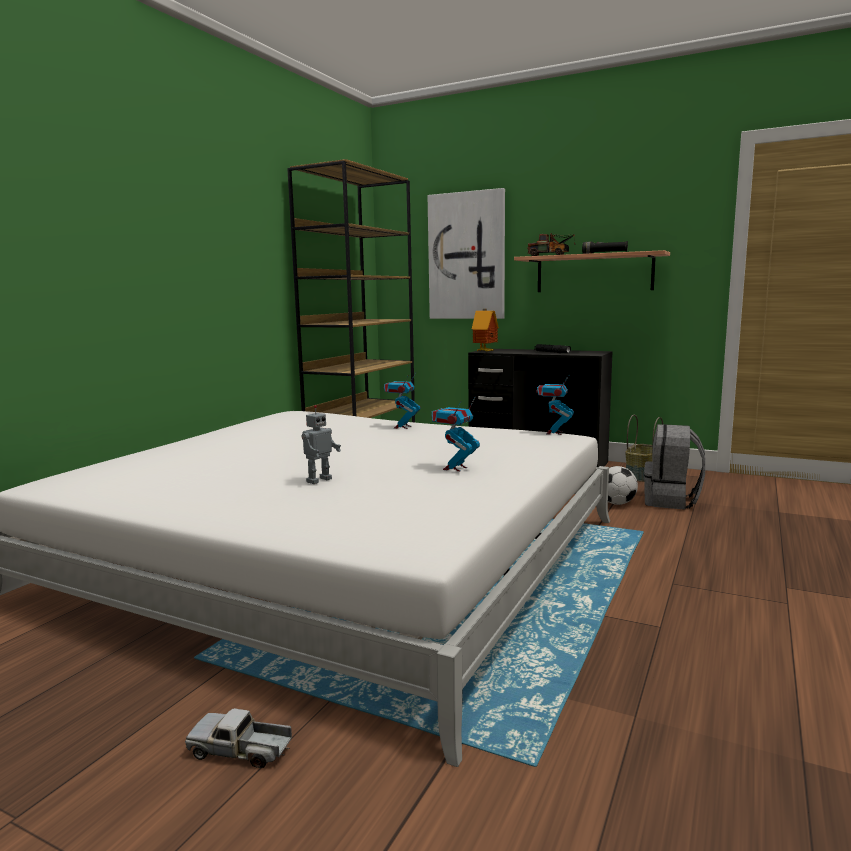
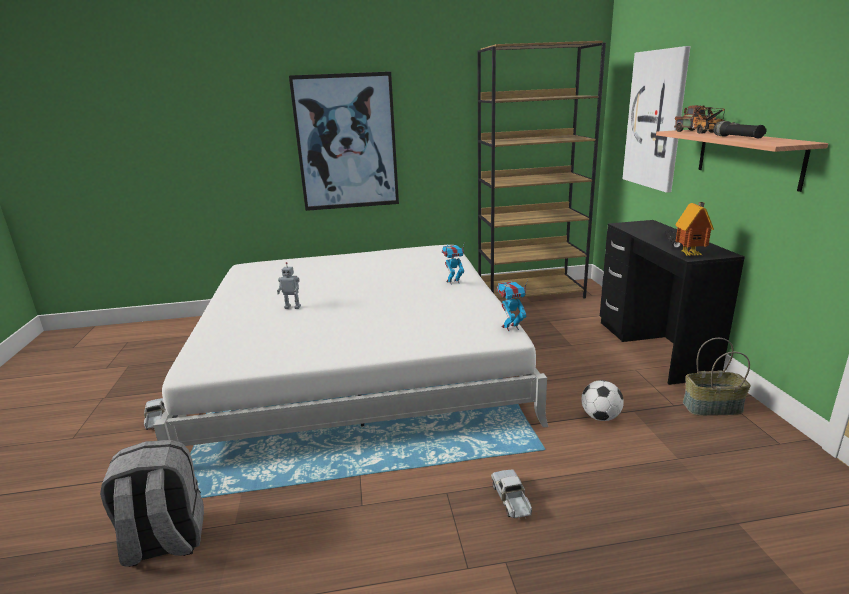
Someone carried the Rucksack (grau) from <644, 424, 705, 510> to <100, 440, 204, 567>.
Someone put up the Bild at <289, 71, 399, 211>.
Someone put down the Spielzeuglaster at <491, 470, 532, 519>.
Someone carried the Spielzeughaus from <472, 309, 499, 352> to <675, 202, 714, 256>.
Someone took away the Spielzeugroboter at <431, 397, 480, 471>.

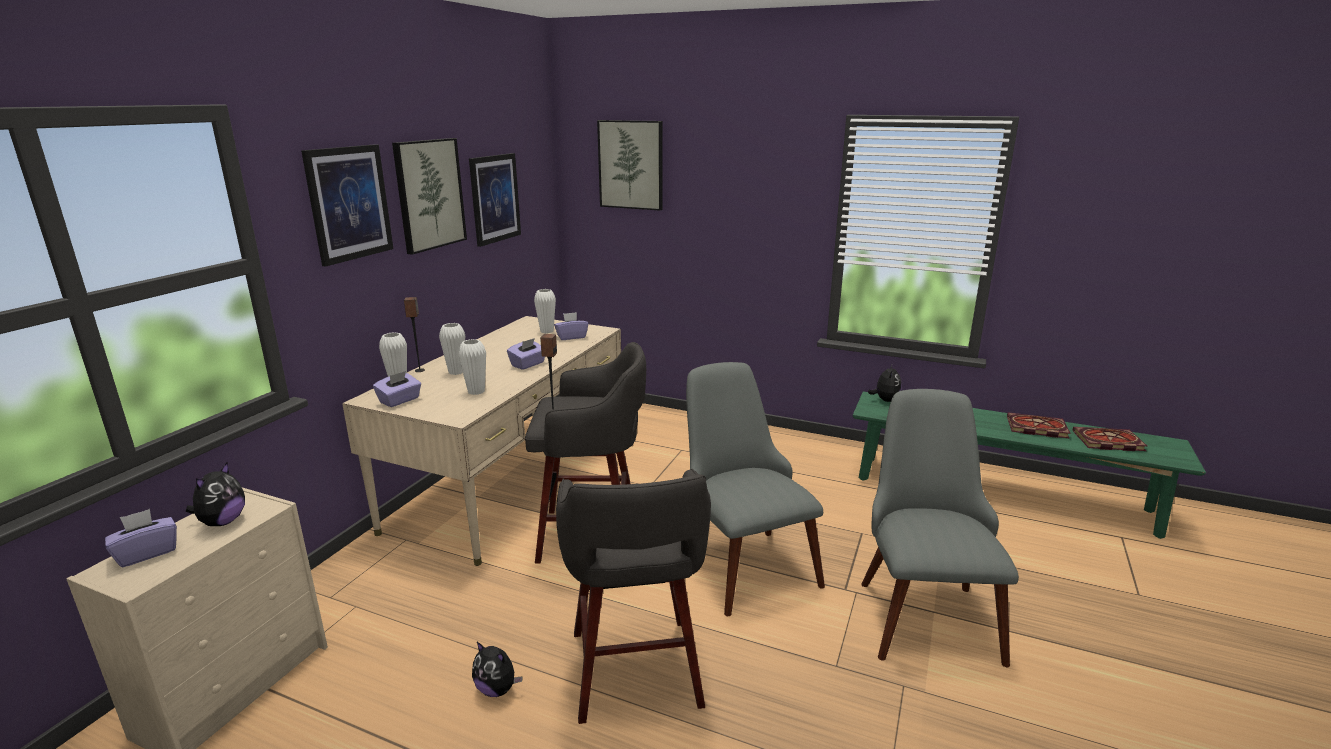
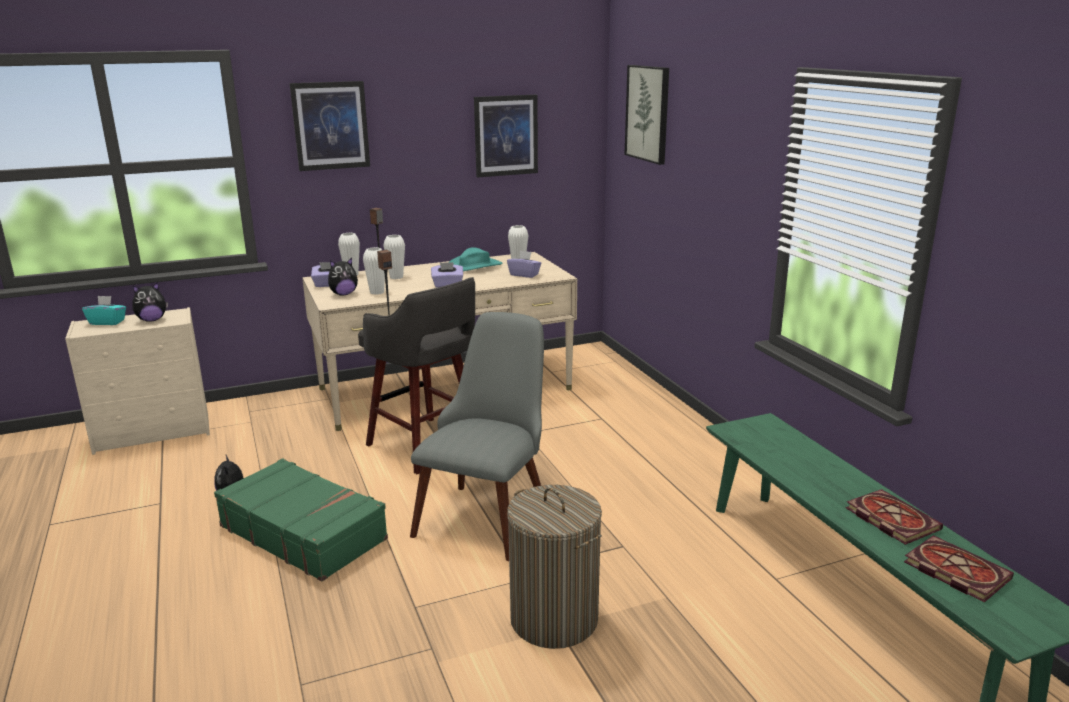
Someone repainted the Taschentuchbox (lila) at <105, 509, 177, 568>, which became the Taschentuchbox (türkis) at <82, 296, 126, 325>.
Someone swapped the Hocker (grau) at <556, 469, 711, 724> for the Koffer (grün) at <214, 459, 388, 582>.
Someone carried the Plüschtier from <868, 363, 902, 402> to <328, 258, 358, 295>.
Someone put down the Hut (türkis) at <448, 247, 503, 271>.
Someone swapped the Stuhl (grau) at <861, 389, 1019, 667> for the Wäschekorb at <507, 485, 602, 649>.
Someone took away the Bild at <392, 138, 467, 255>.

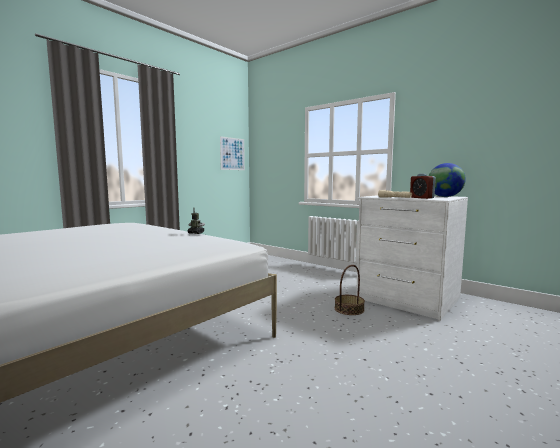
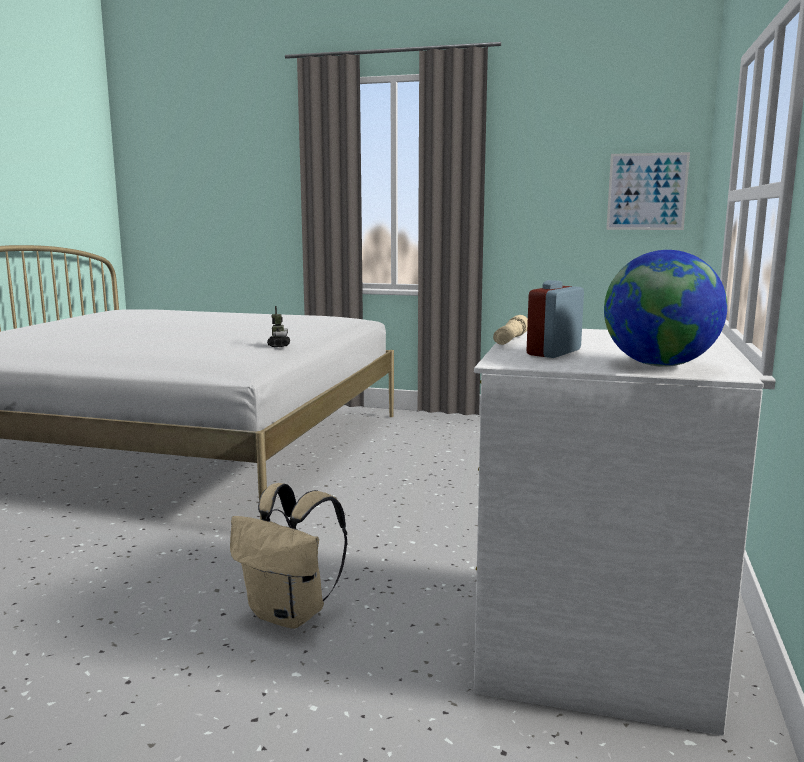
Someone put down the Rucksack (beige) at <230, 483, 347, 629>.
Someone took away the Korb at <335, 265, 365, 315>.

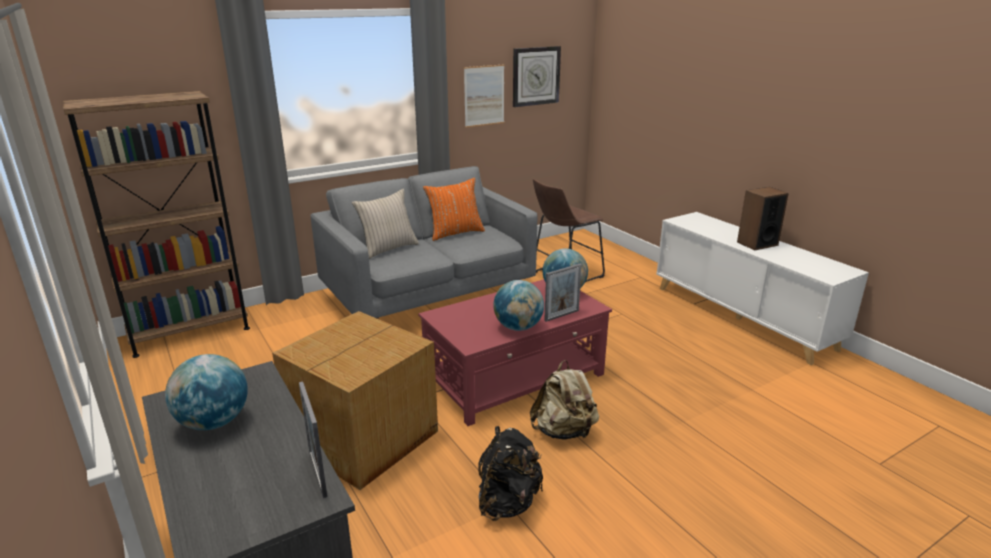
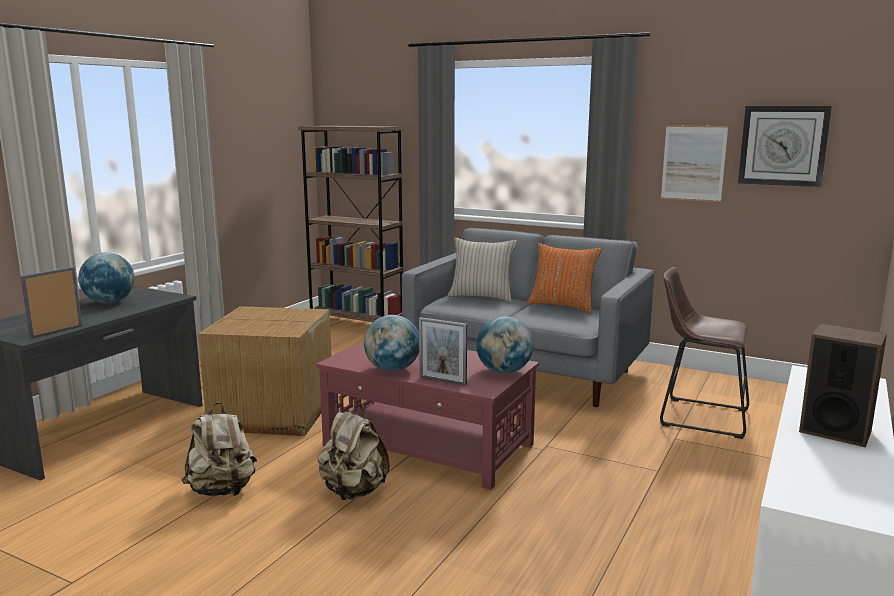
Someone repainted the Rucksack (schwarz) at <478, 426, 543, 521>, which became the Rucksack (beige) at <181, 402, 257, 496>.

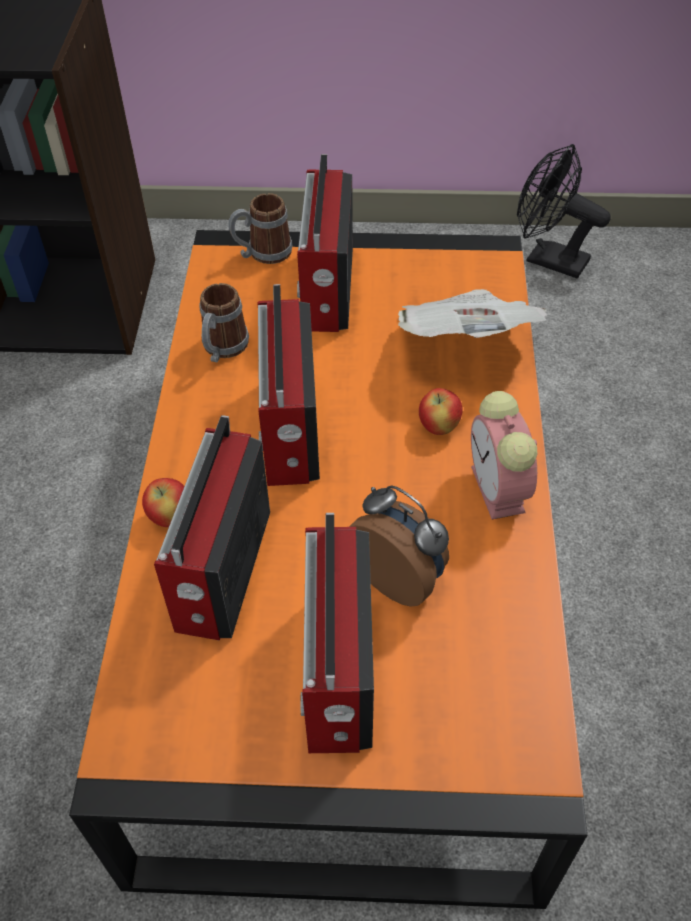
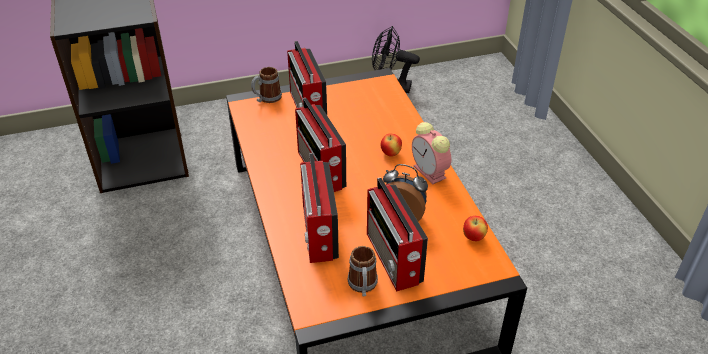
Someone carried the Henkelbecher from <199, 283, 249, 362> to <347, 246, 378, 296>.
Someone carried the Apfel from <142, 478, 184, 527> to <463, 216, 488, 241>.
Someone took away the Zeitung at <398, 289, 547, 338>.

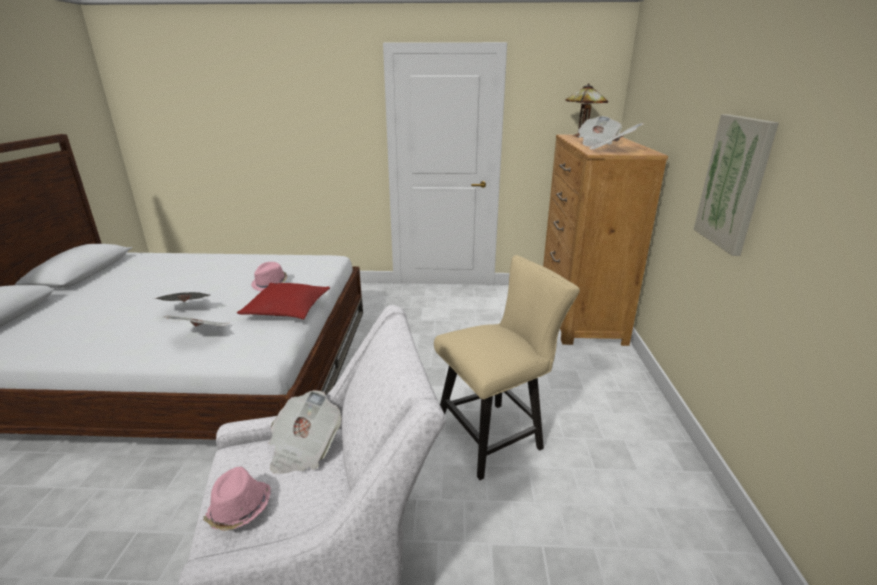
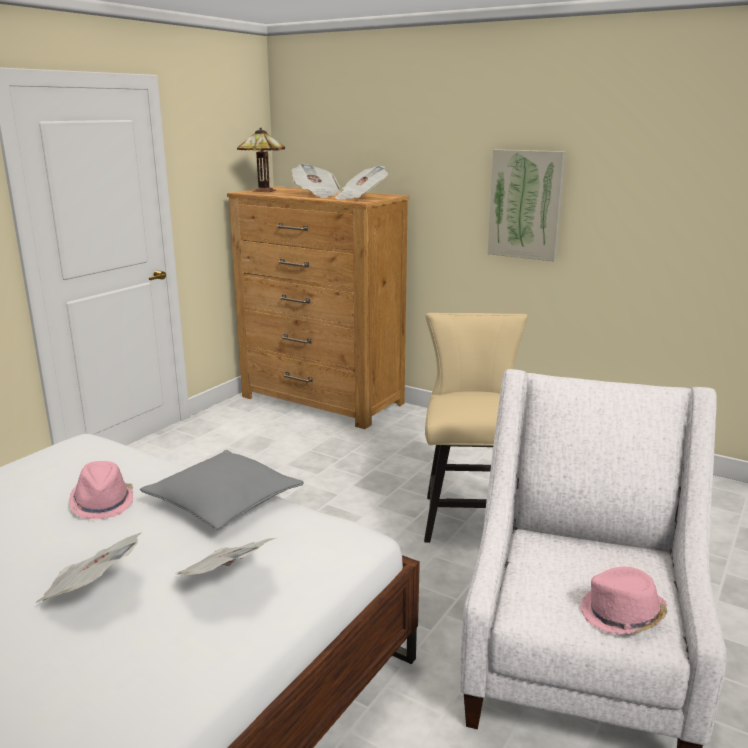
Someone repainted the Kissen (rot) at <237, 283, 330, 319>, which became the Kissen (grau) at <140, 450, 304, 530>.
Someone took away the Zeitung at <269, 390, 342, 474>.

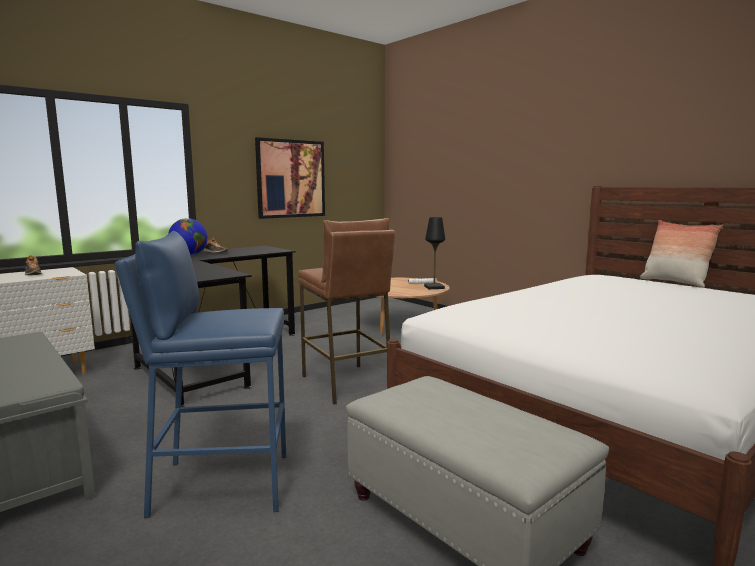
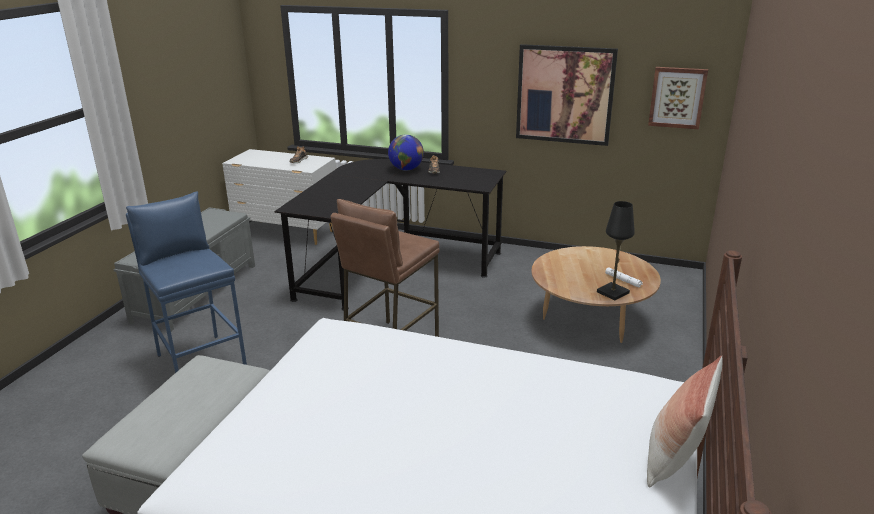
Someone put up the Bild at <648, 67, 708, 129>.

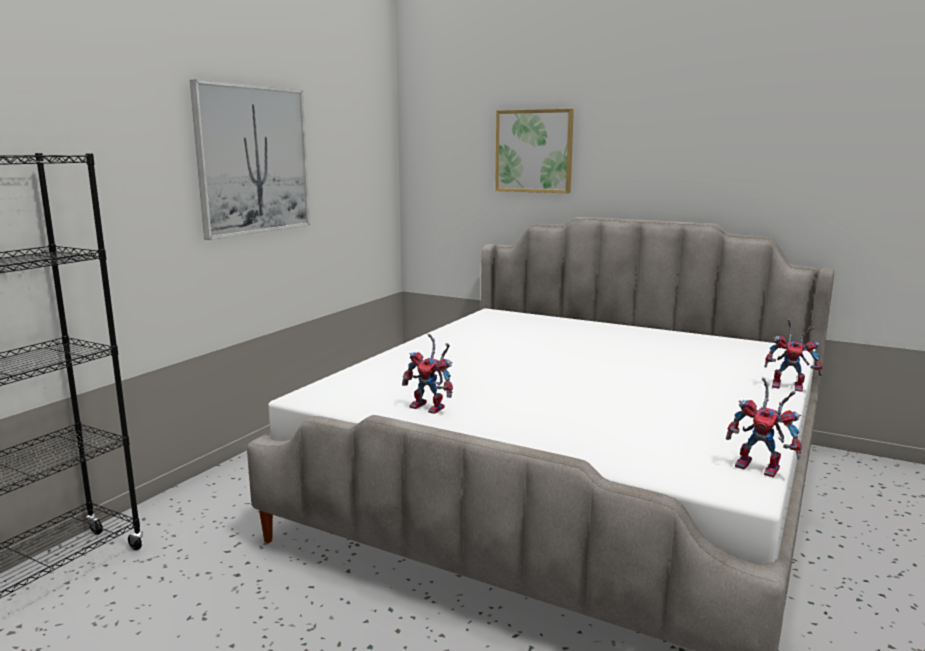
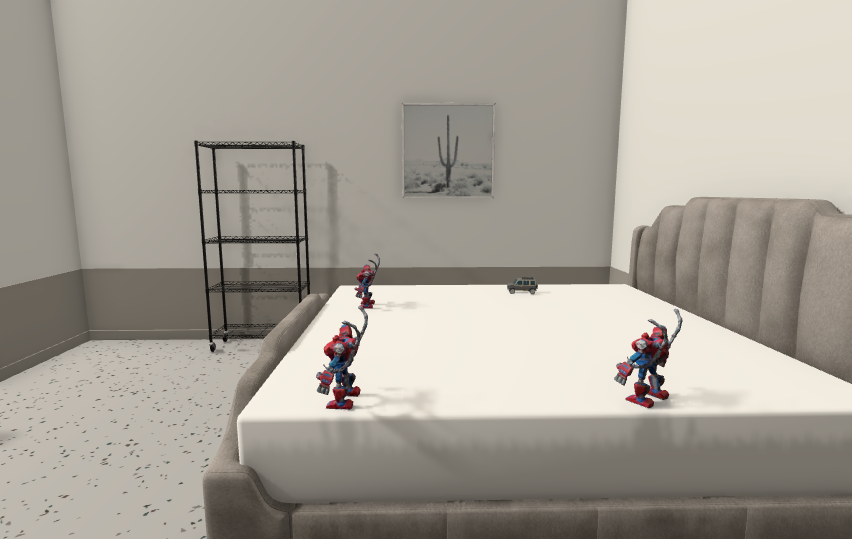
Someone put down the Spielzeugauto (grau) at <507, 277, 538, 294>.
Someone rotated the Spielzeugroboter at <764, 319, 822, 392> by 60 degrees clockwise.
Someone took away the Bild at <495, 109, 574, 193>.

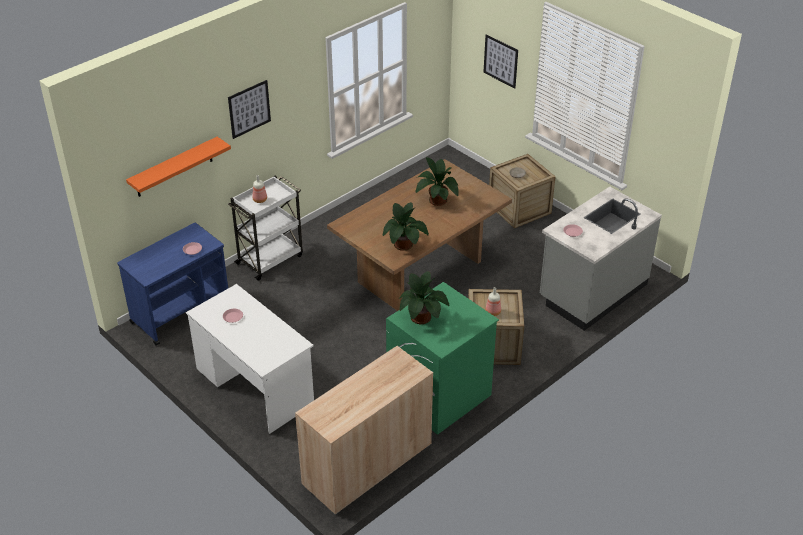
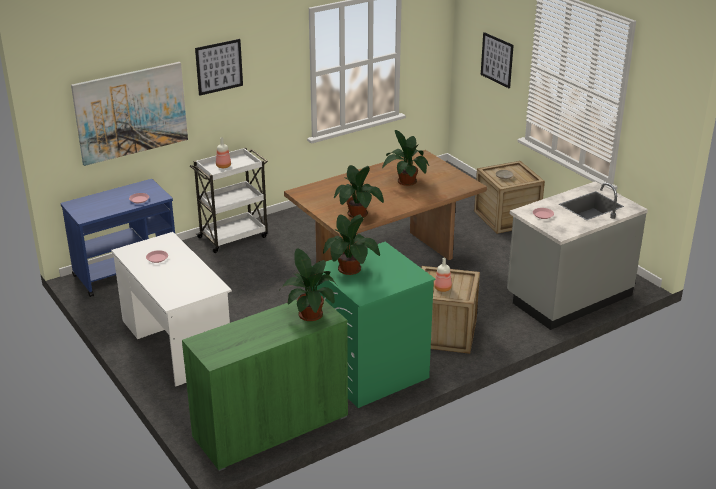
Someone swapped the Wandregal (orange) at <126, 137, 231, 197> for the Bild at <71, 62, 188, 166>.
Someone repainted the Schrank (beige) at <295, 346, 433, 515>, which became the Schrank (grün) at <182, 300, 348, 471>.
Someone put down the Topfpflanze at <280, 248, 337, 321>.

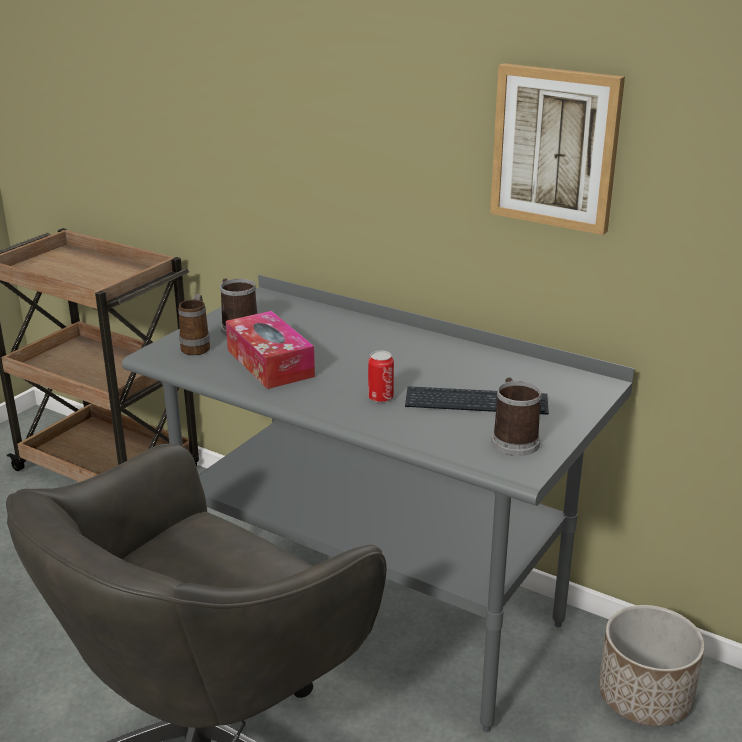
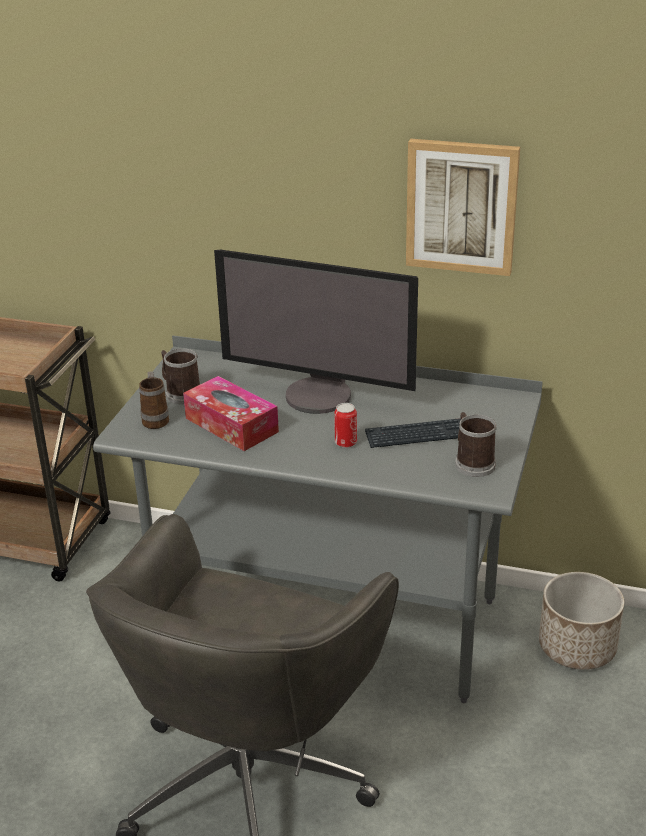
Someone put down the Monitor at <214, 250, 418, 414>.

